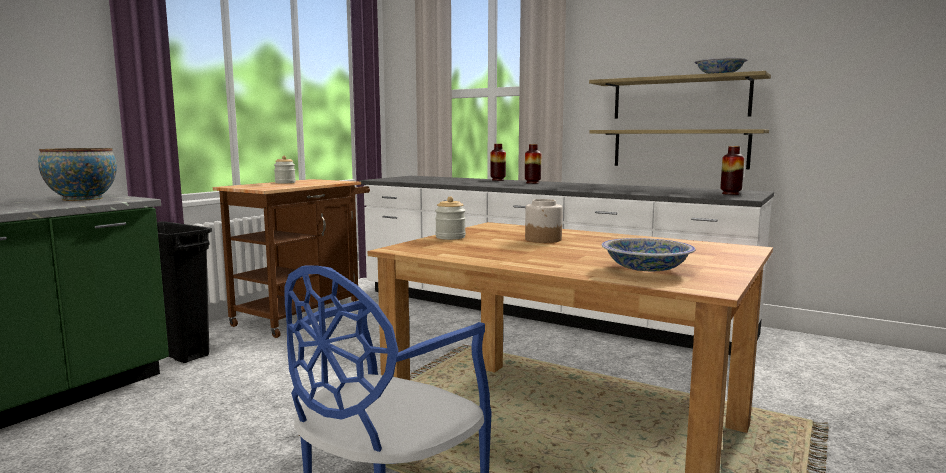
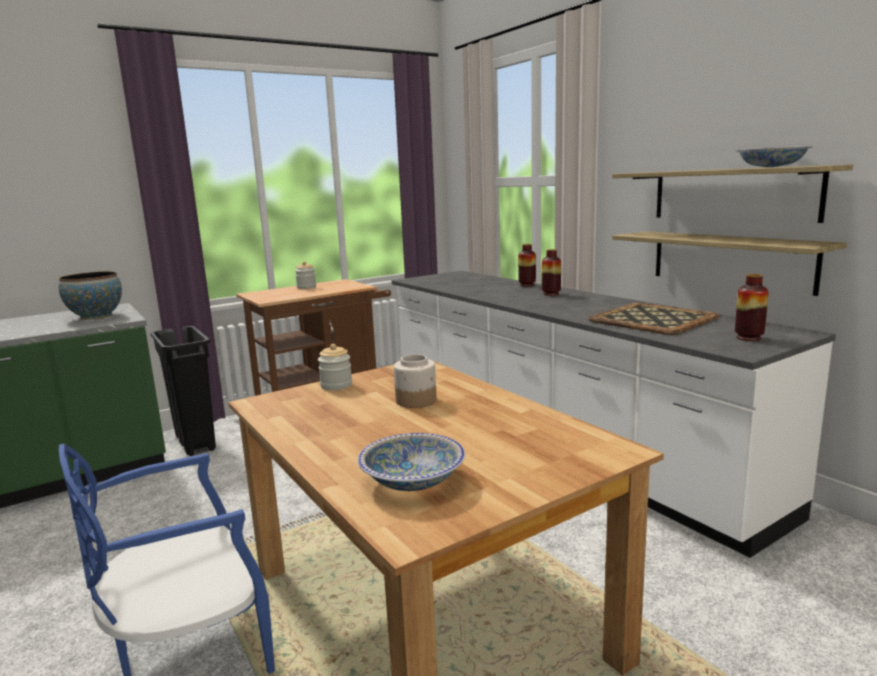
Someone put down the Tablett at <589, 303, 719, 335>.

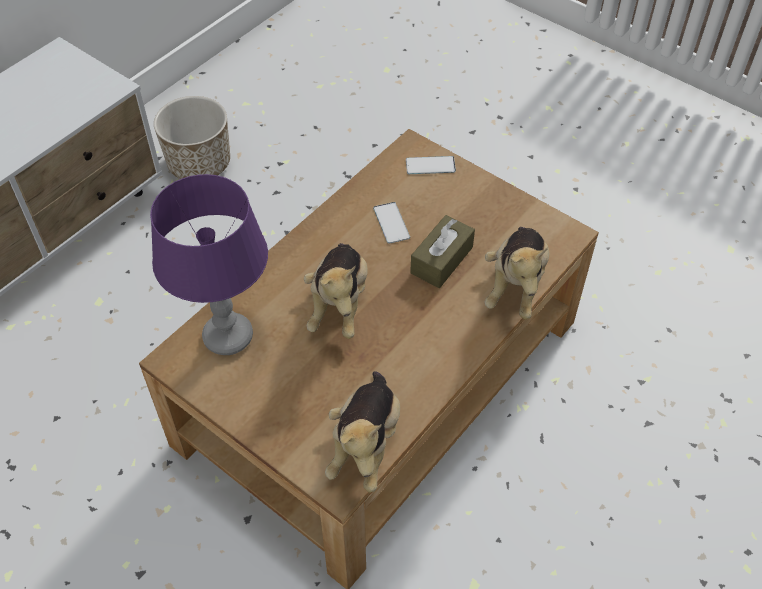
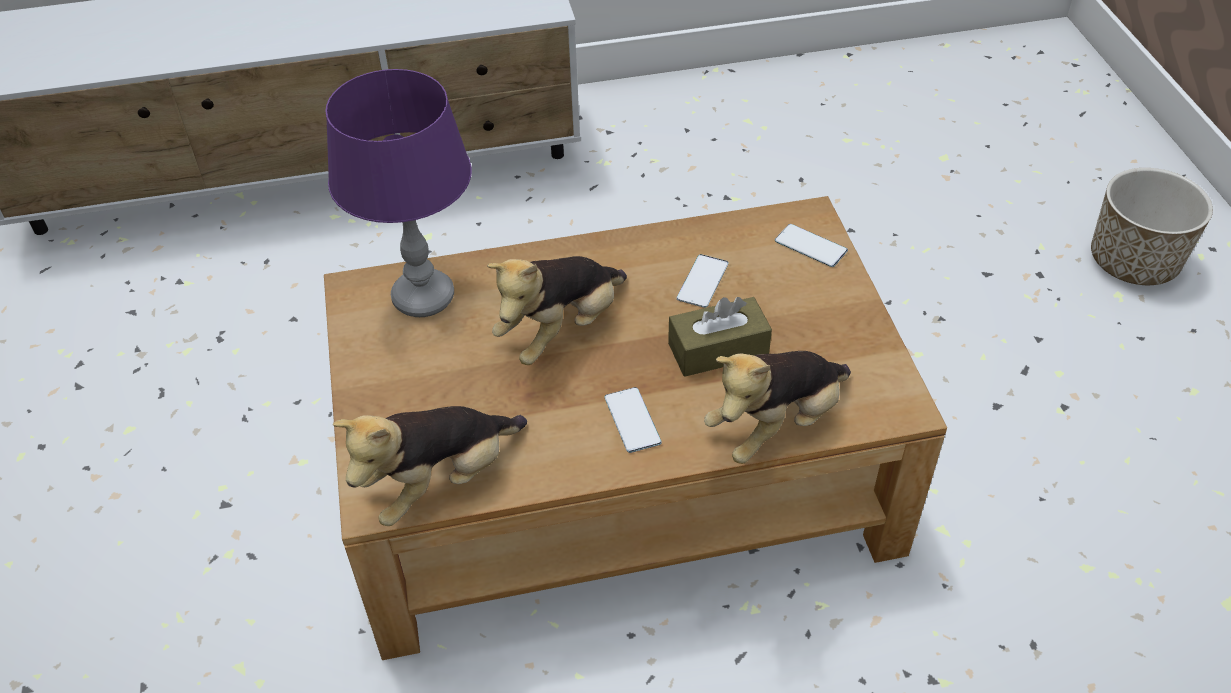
Someone put down the Handy at <605, 387, 662, 453>.
Someone carried the Pflanzkübel from <154, 96, 230, 179> to <1091, 168, 1213, 285>.

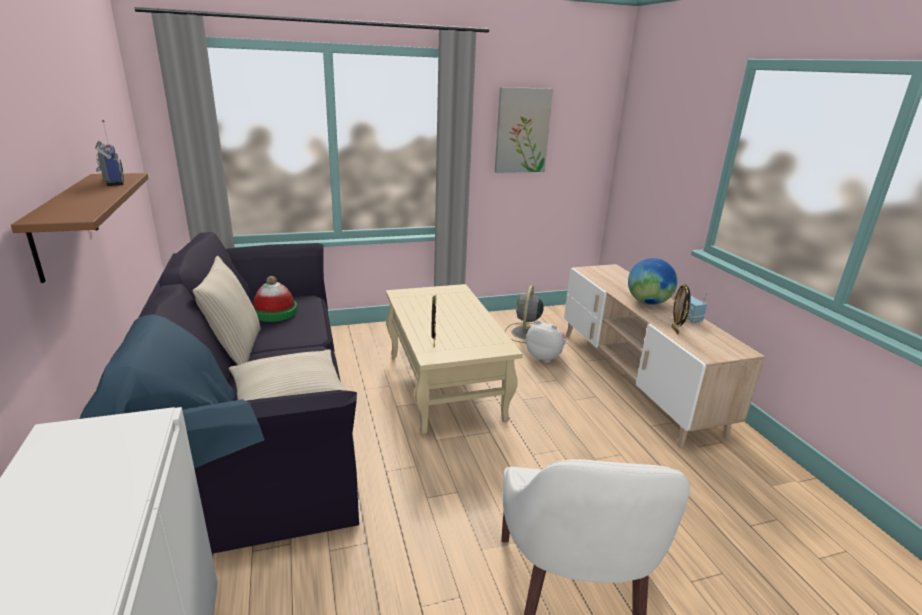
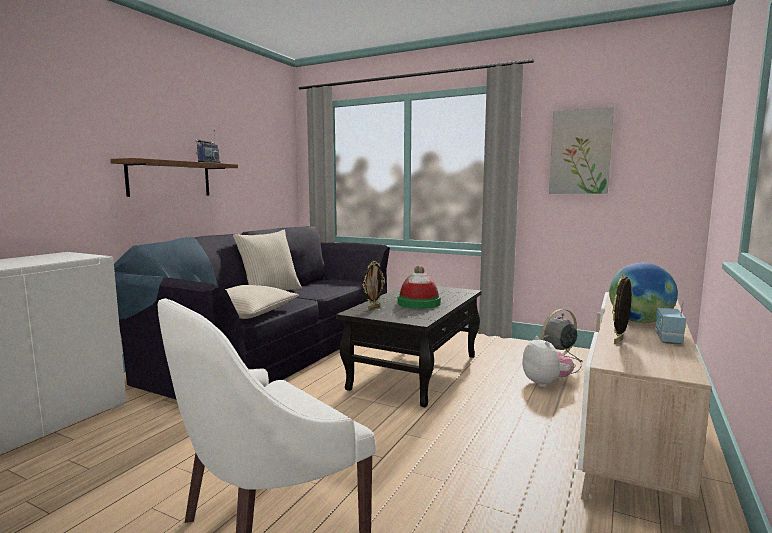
Someone repainted the Couchtisch (beige) at <386, 284, 522, 435>, which became the Couchtisch (schwarz) at <336, 286, 482, 407>.
Someone carried the Hut from <253, 276, 297, 322> to <398, 265, 441, 309>.

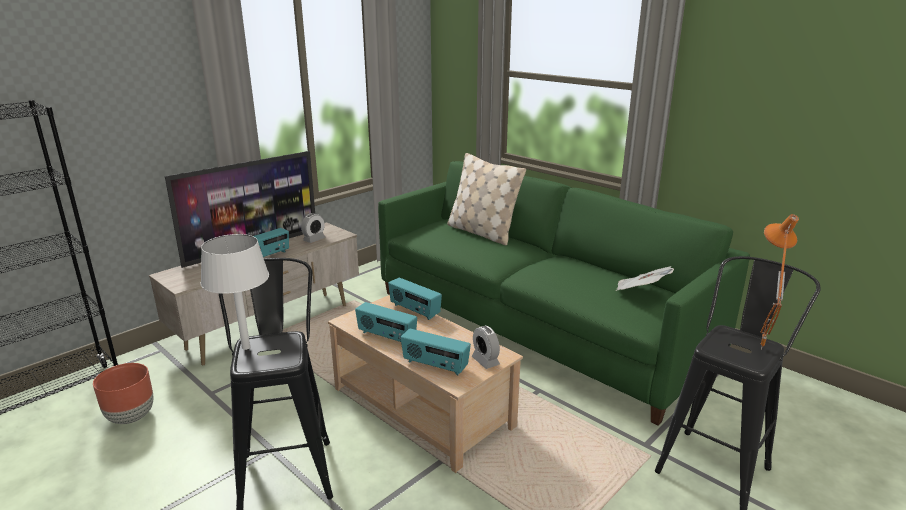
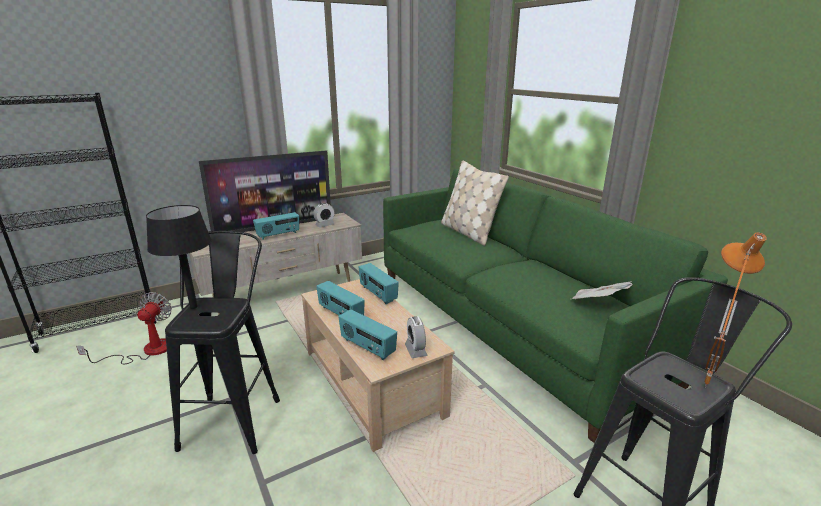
Someone swapped the Pflanzkübel (braun) at <93, 363, 153, 424> for the Ventilator at <76, 292, 172, 364>.
Someone repainted the Tischlampe (weiß) at <200, 234, 269, 350>, which became the Tischlampe (schwarz) at <146, 205, 212, 309>.

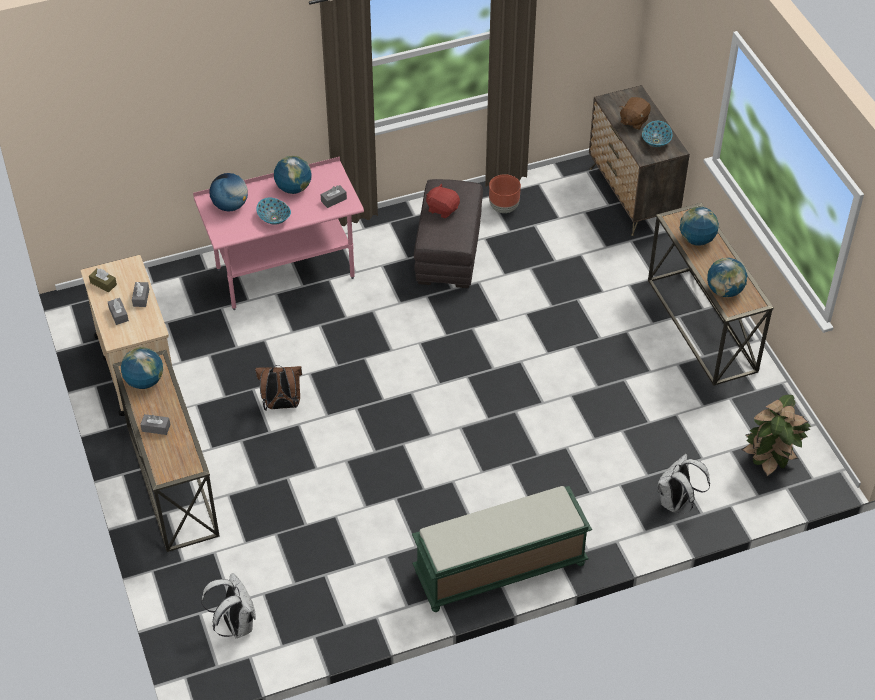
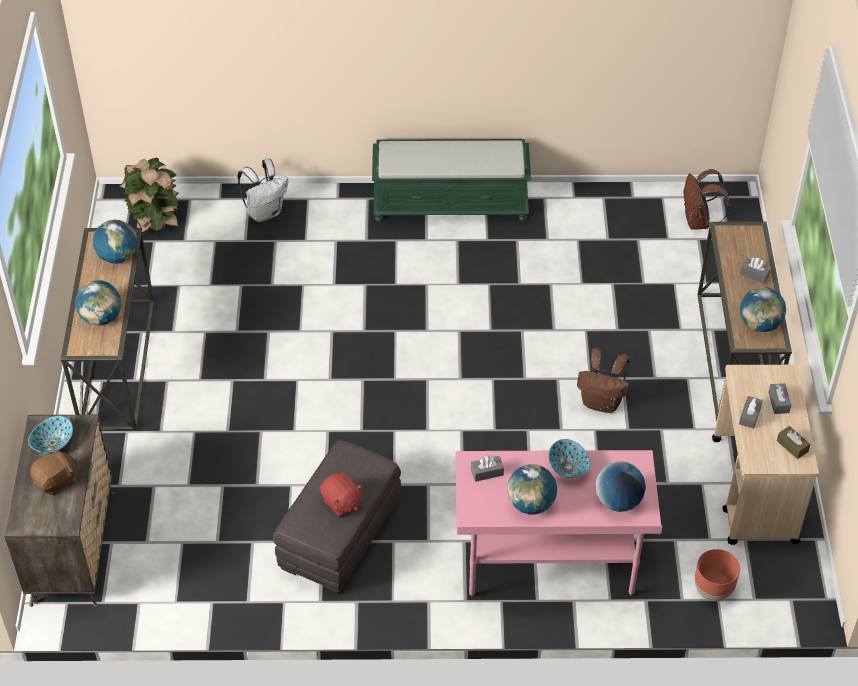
Someone repainted the Rucksack (weiß) at <201, 573, 256, 638>, which became the Rucksack (braun) at <683, 169, 730, 230>.
Someone carried the Pflanzkübel (braun) from <489, 174, 521, 213> to <695, 549, 740, 601>.

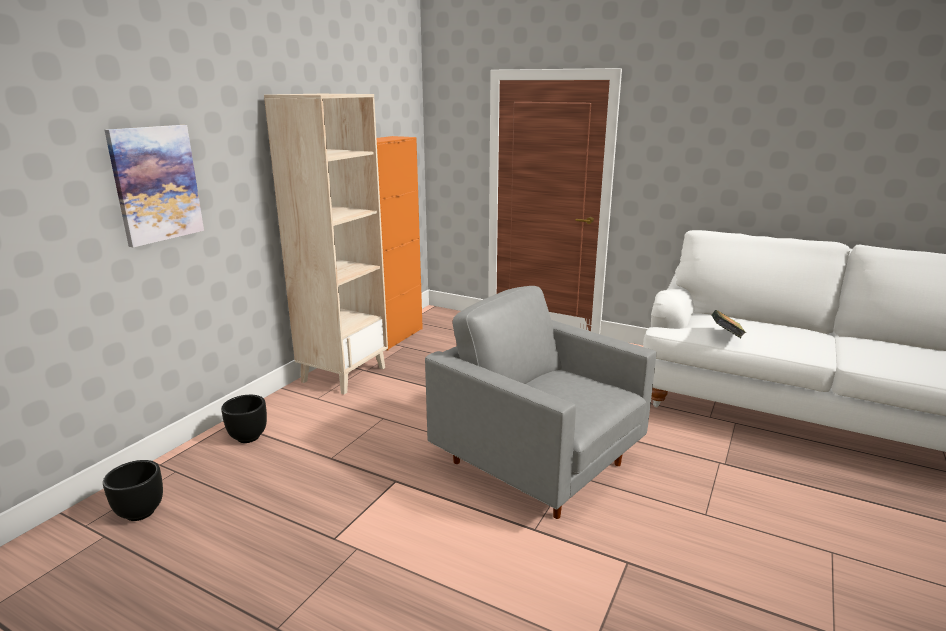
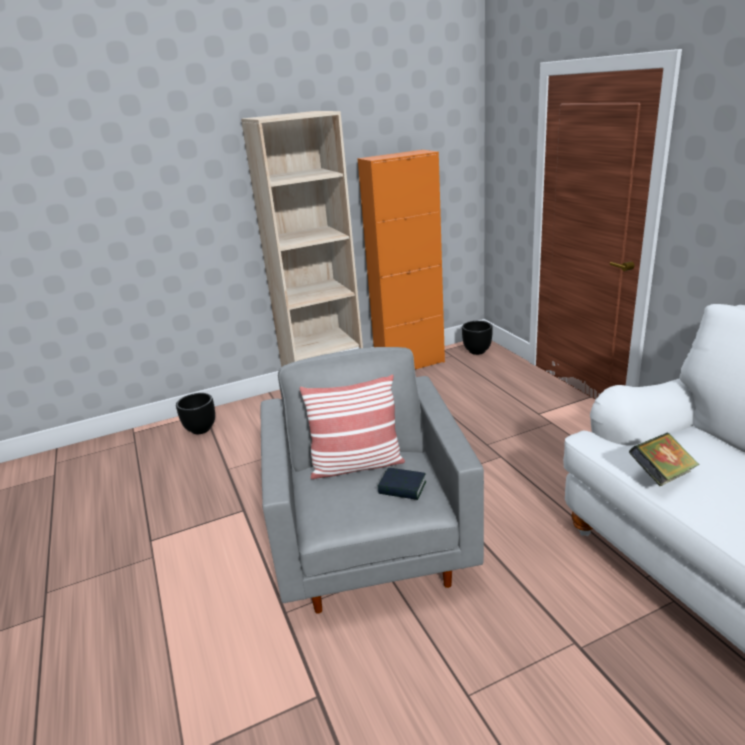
Someone put down the Kissen at <299, 374, 405, 479>.
Someone put down the Buch at <378, 468, 426, 500>.
Someone carried the Pflanzkübel (schwarz) from <103, 460, 163, 521> to <462, 321, 493, 355>.
Someone took away the Bild at <105, 125, 204, 247>.

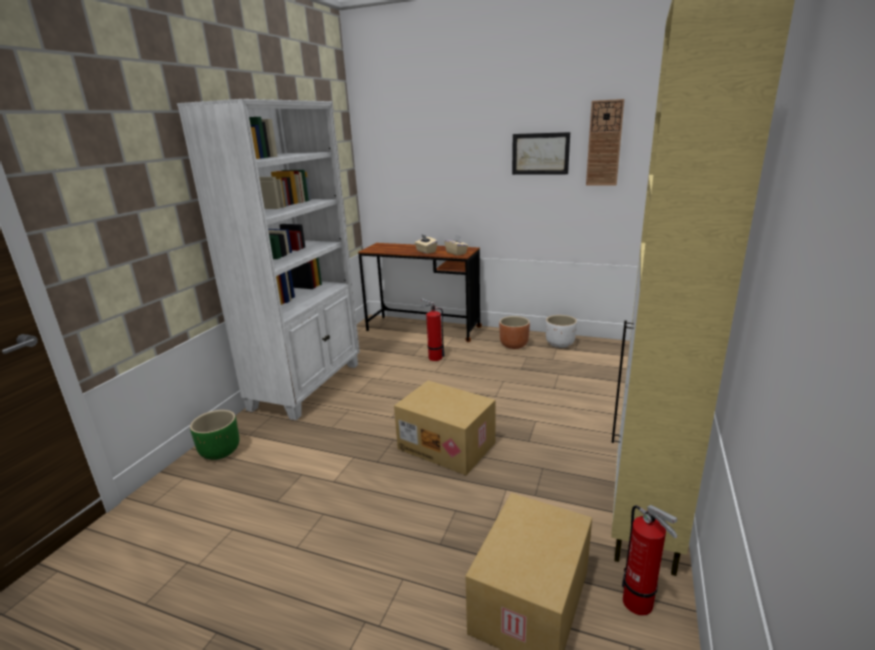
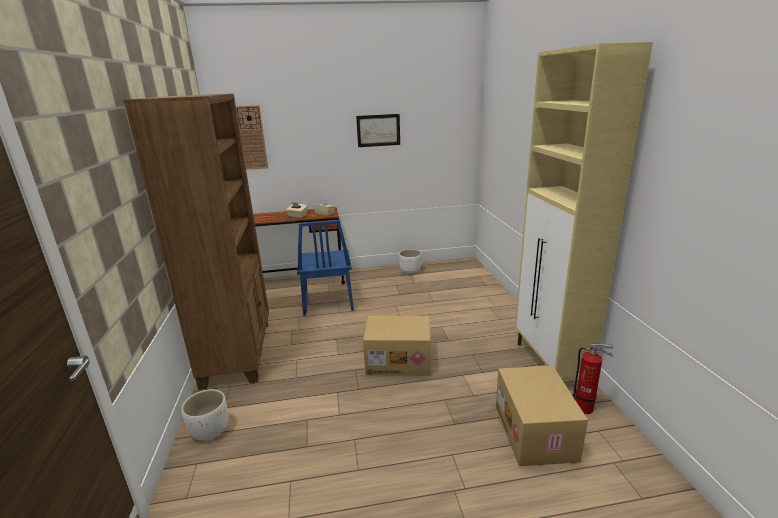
Someone repainted the Bücherregal (weiß) at <177, 99, 360, 420>, which became the Bücherregal (braun) at <123, 93, 269, 390>.
Someone repainted the Pflanzkübel (grün) at <190, 410, 239, 460>, which became the Pflanzkübel (weiß) at <181, 389, 229, 440>.
Someone carried the Wanduhr from <586, 99, 624, 186> to <236, 105, 268, 170>.
Someone swapped the Feuerlöscher at <420, 299, 445, 361> for the Stuhl (blau) at <297, 220, 354, 316>.
Someone took away the Pflanzkübel (braun) at <499, 316, 530, 349>.

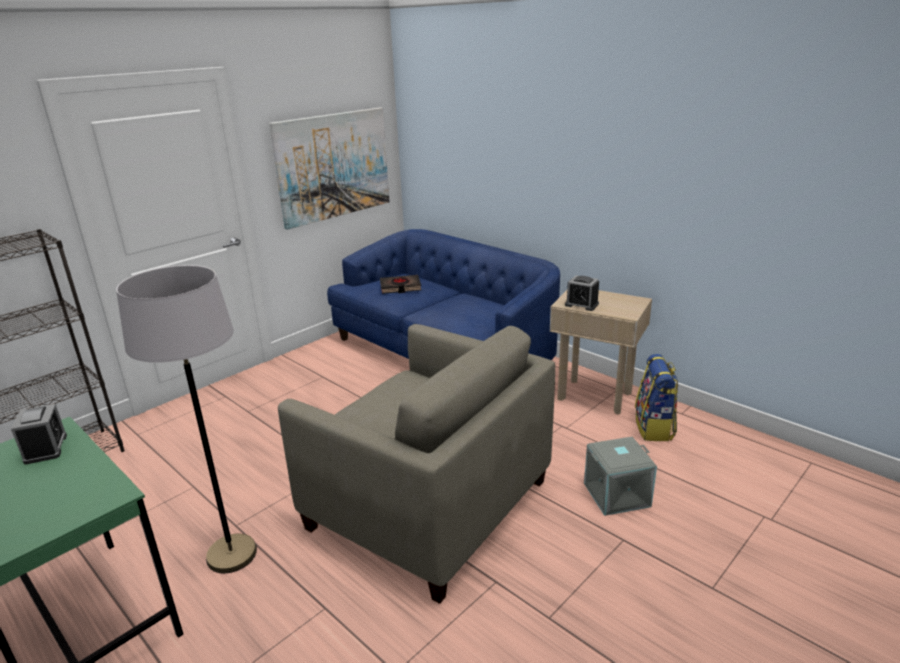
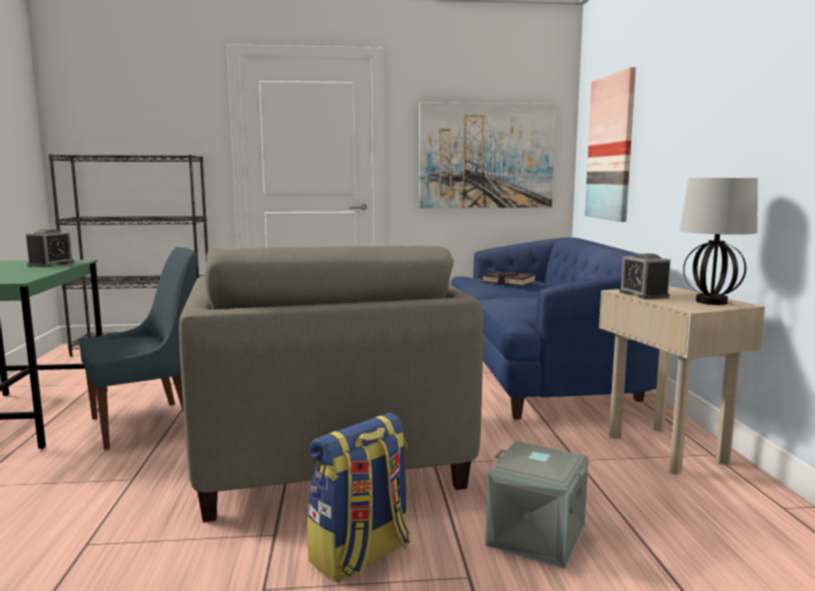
Someone swapped the Stehlampe (grau) at <116, 265, 257, 573> for the Stuhl (blau) at <79, 247, 197, 450>.
Someone carried the Rucksack from <635, 354, 678, 441> to <307, 413, 410, 583>.
Someone put up the Bild at <585, 67, 636, 222>.
Someone put down the Tischlampe at <680, 178, 758, 305>.

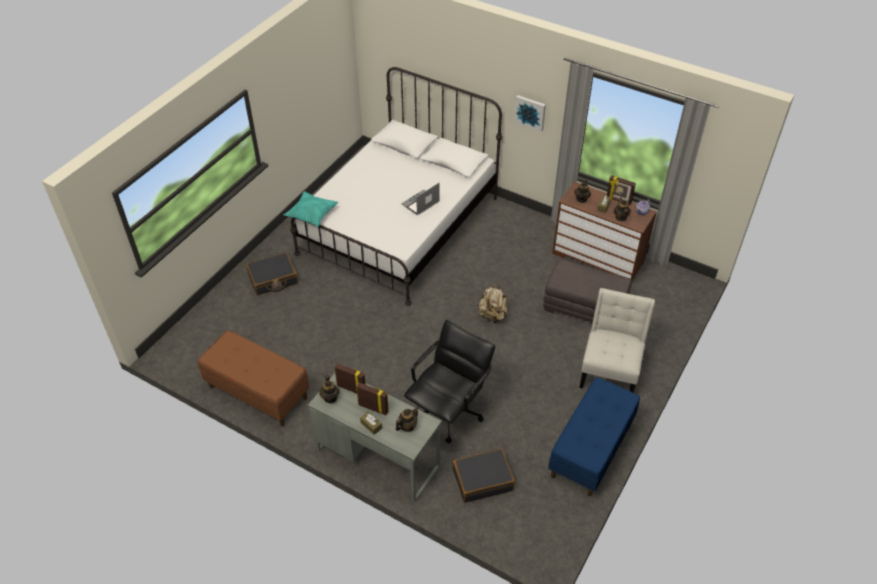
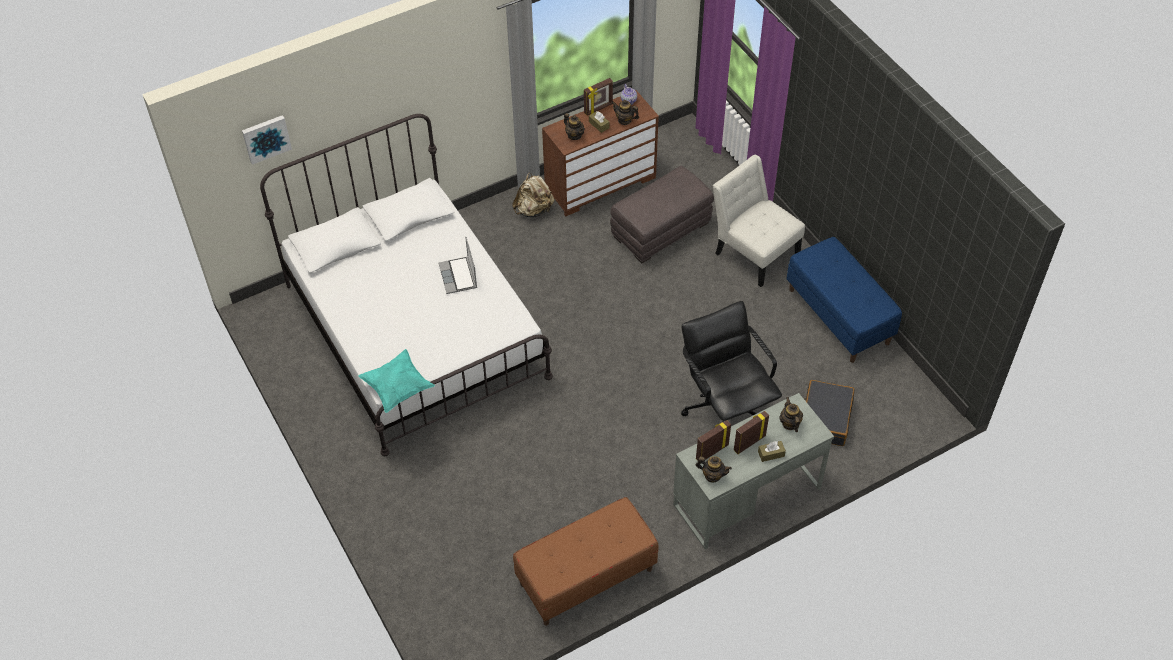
Someone carried the Bild from <514, 95, 546, 132> to <242, 115, 292, 165>.
Someone carried the Rucksack (beige) from <478, 284, 508, 323> to <512, 172, 554, 217>.
Someone took away the Koffer (schwarz) at <246, 252, 298, 295>.

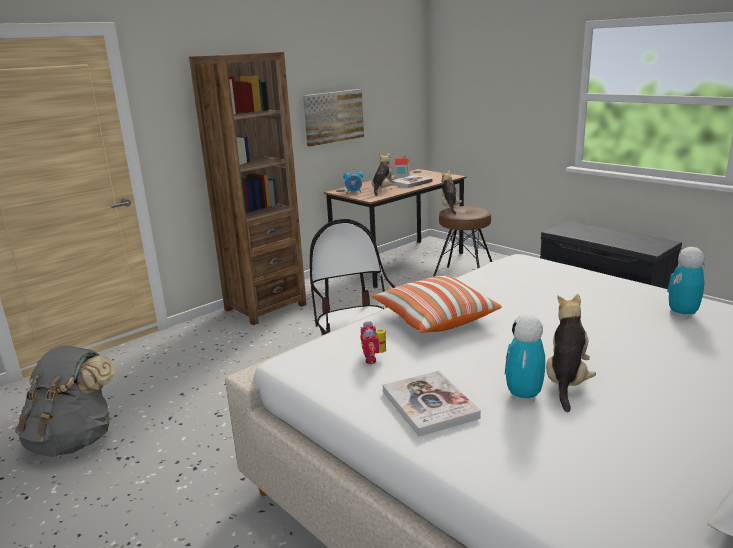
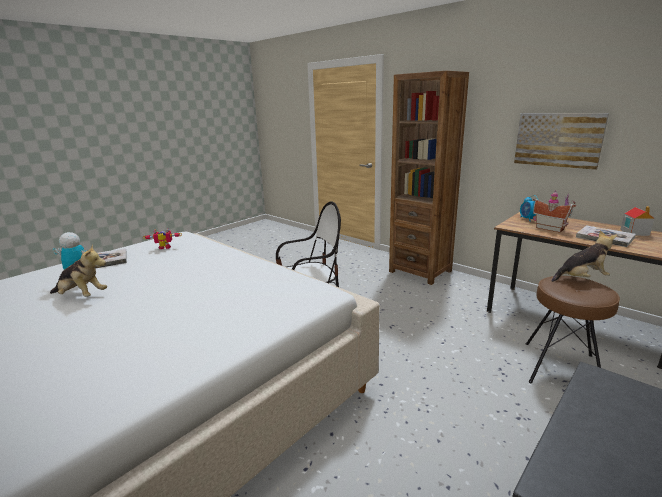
Someone swapped the Plüschtier at <372, 153, 395, 196> for the Spielzeughaus at <533, 190, 576, 233>.
Someone took away the Rucksack (grau) at <15, 346, 115, 457>.
Someone took away the Kissen at <372, 276, 502, 333>.
Someone took away the Spielzeugroboter at <667, 247, 705, 319>.

